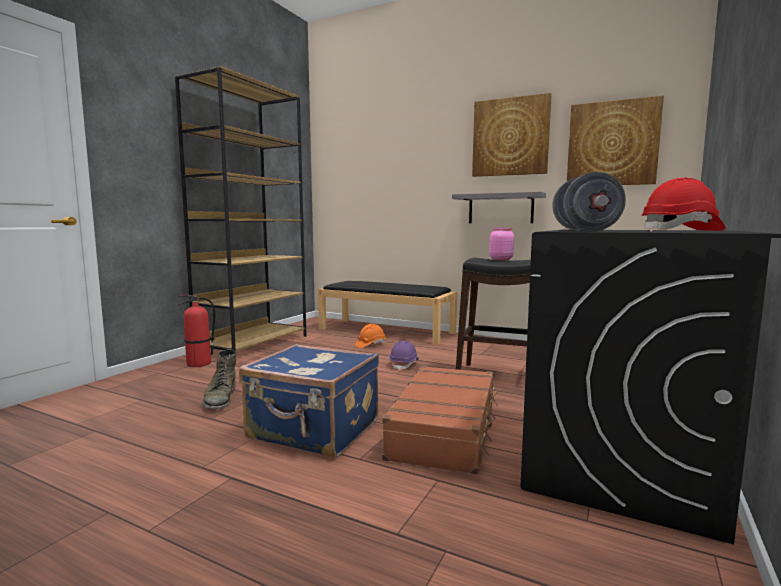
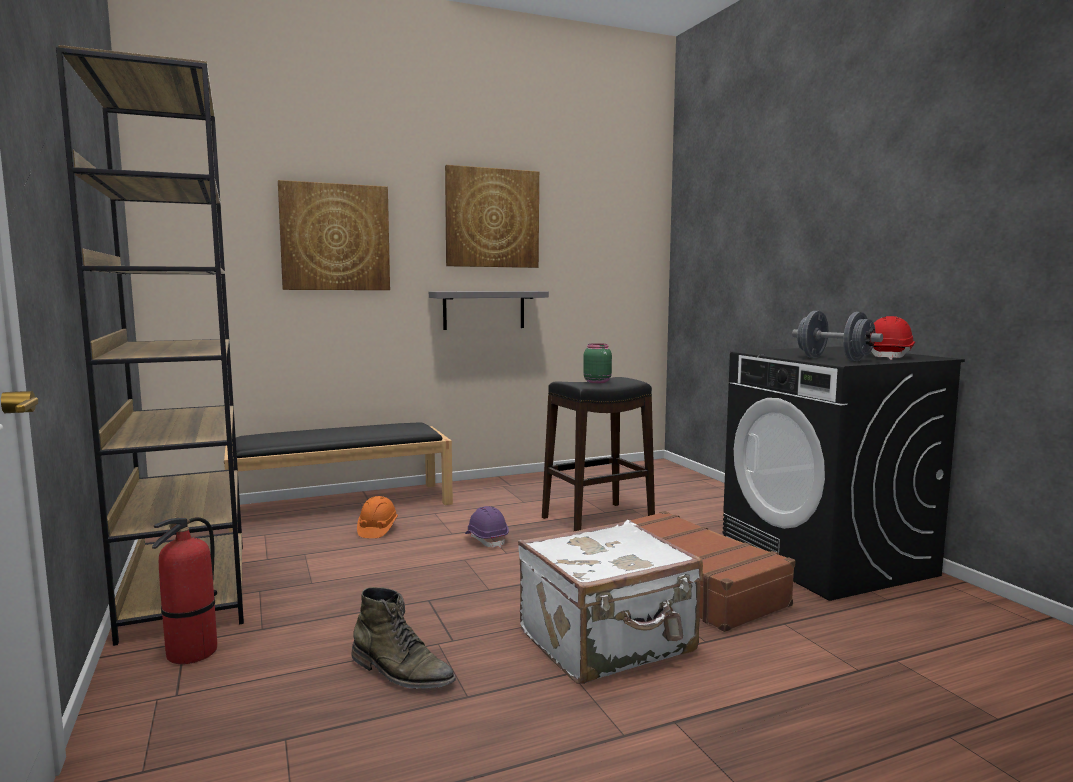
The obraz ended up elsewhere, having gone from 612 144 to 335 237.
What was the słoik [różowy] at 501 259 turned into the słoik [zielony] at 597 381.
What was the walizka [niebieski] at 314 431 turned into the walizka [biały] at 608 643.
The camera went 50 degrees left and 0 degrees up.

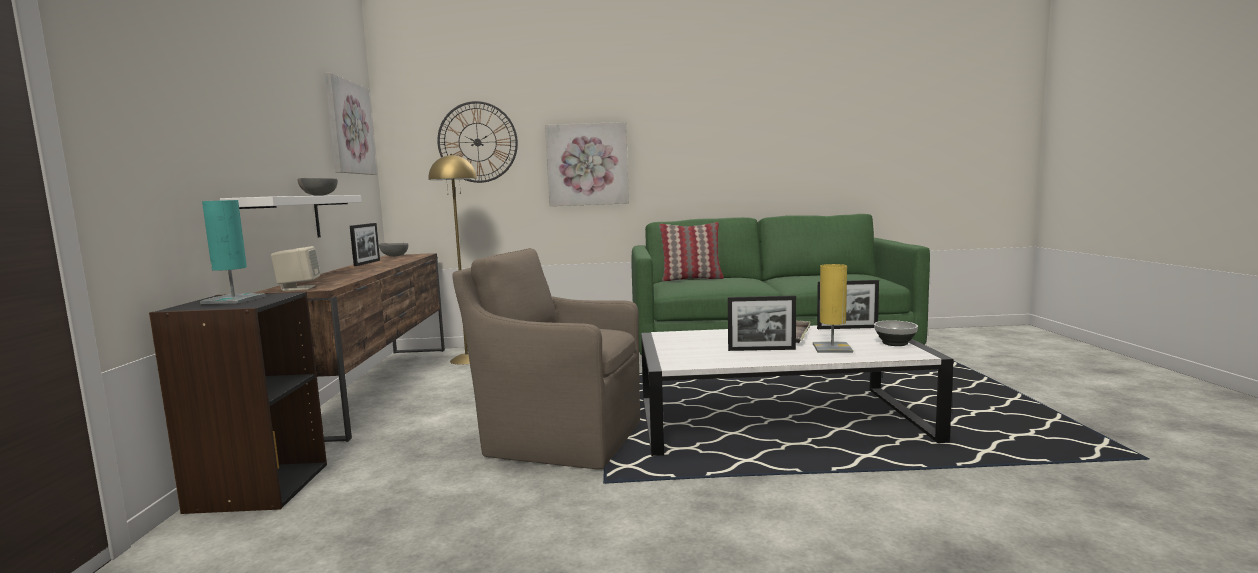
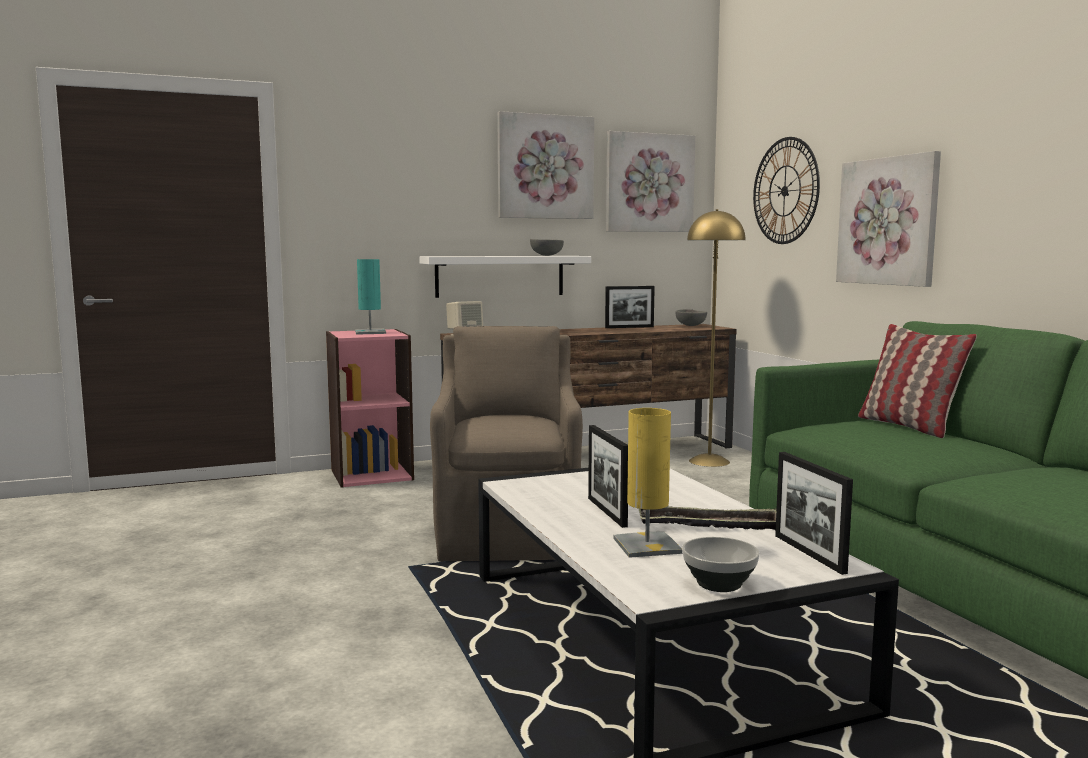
What was the regał [czarny] at 258 487 turned into the regał [różowy] at 371 474.
The second view gained the obraz at 545 167.
The camera went 70 degrees right and 0 degrees up.

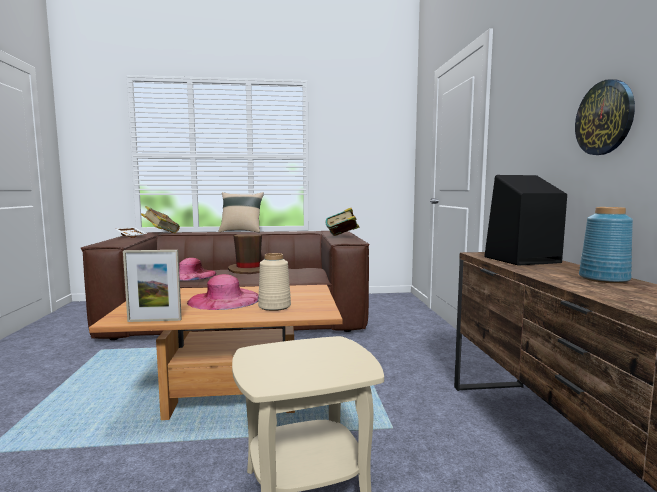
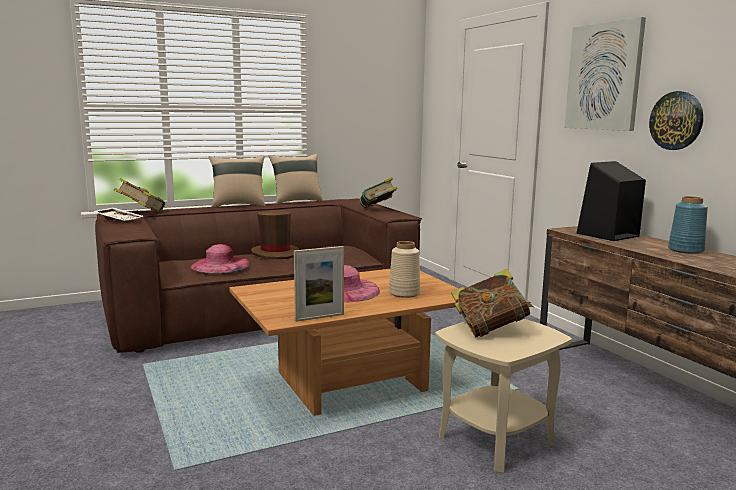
The second view gained the obraz at 604 77.
The second view gained the poduszka [beżowy] at 296 201.
The second view gained the książka at 490 329.
The camera went 20 degrees left and 5 degrees up.

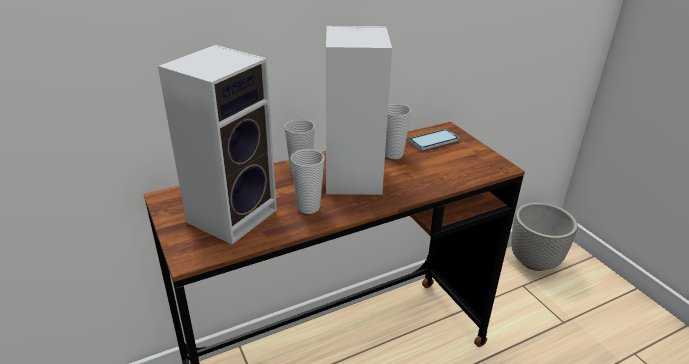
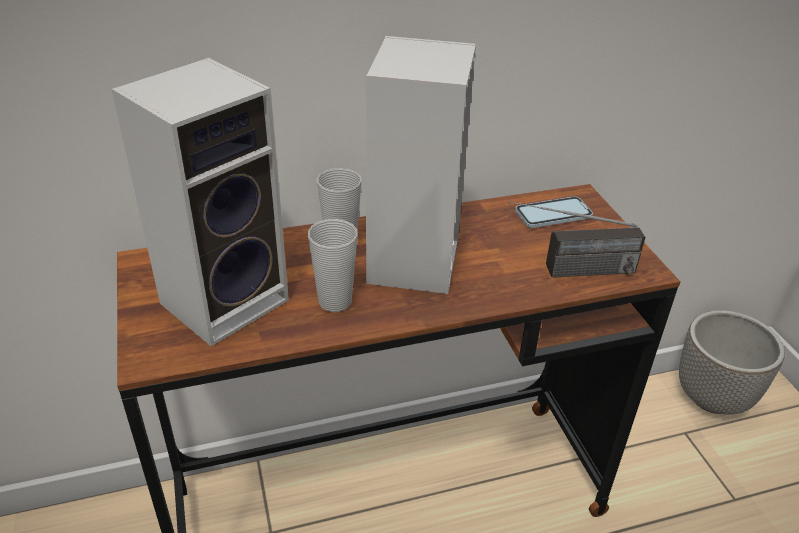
The second view lost the filiżanka at 393 154.
The second view gained the radio at 568 271.
The camera went 10 degrees right and 5 degrees up.

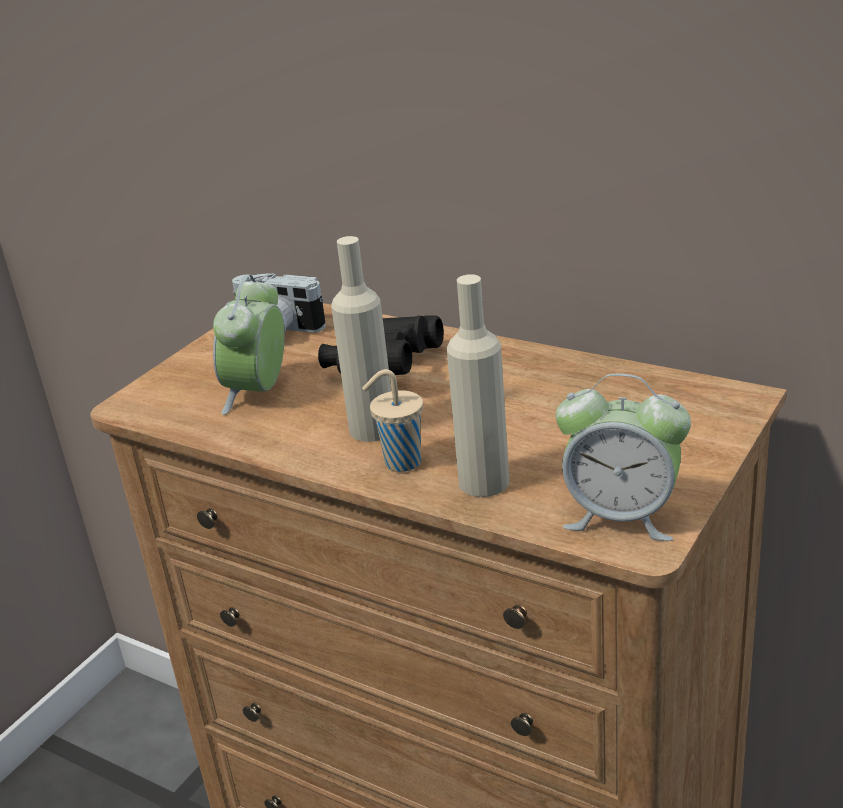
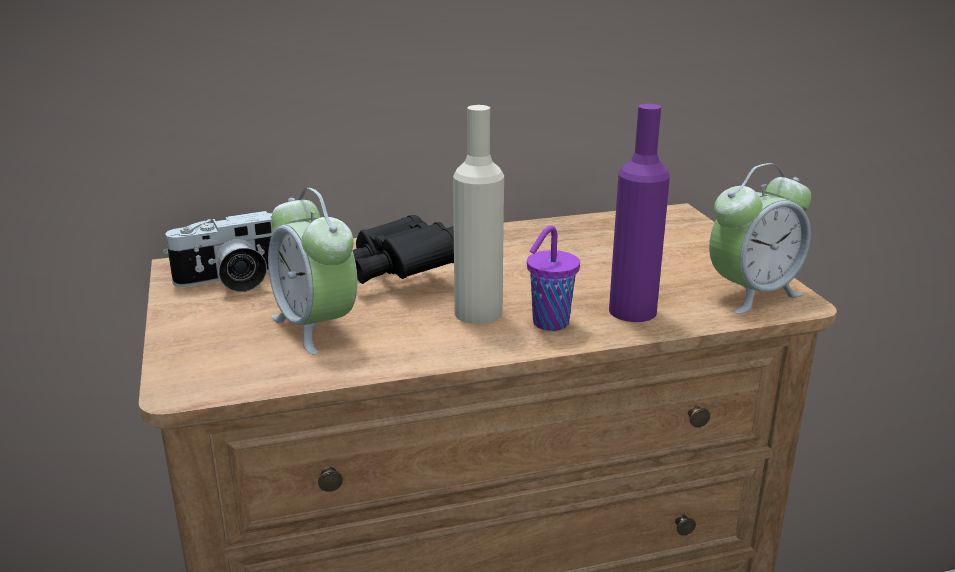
What was the butelka [beżowy] at 484 482 turned into the butelka [fioletowy] at 632 311.
What was the filiżanka [beżowy] at 400 462 turned into the filiżanka [fioletowy] at 548 324.
The camera went 50 degrees left and 5 degrees down.

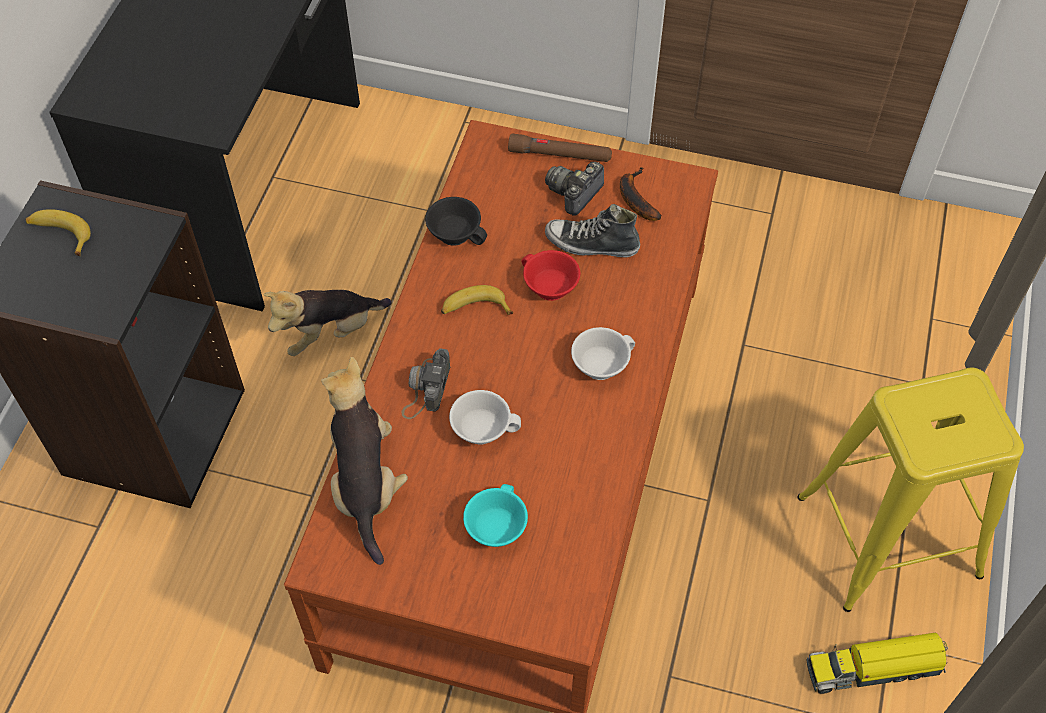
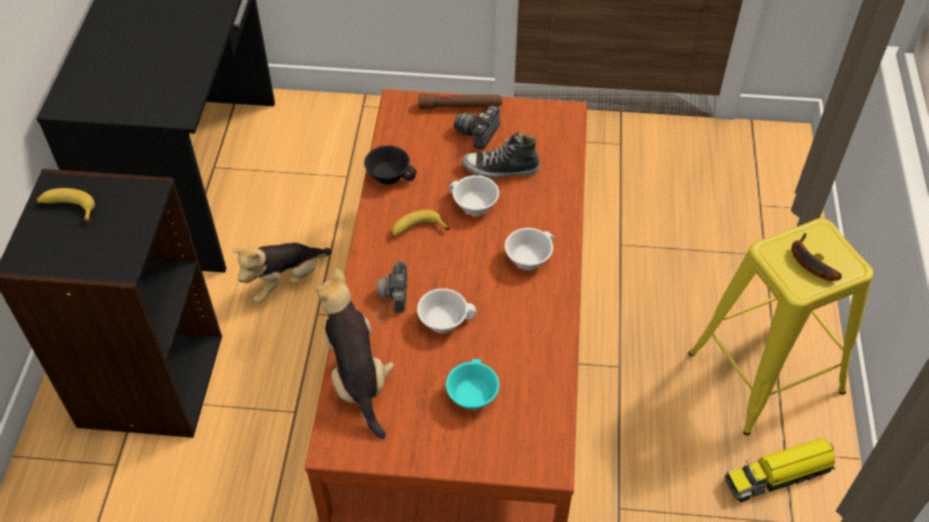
The banan ended up elsewhere, having gone from 635 198 to 808 262.
What was the filiżanka [czerwony] at 548 287 turned into the filiżanka [biały] at 473 206.
The camera went 10 degrees left and 5 degrees down.

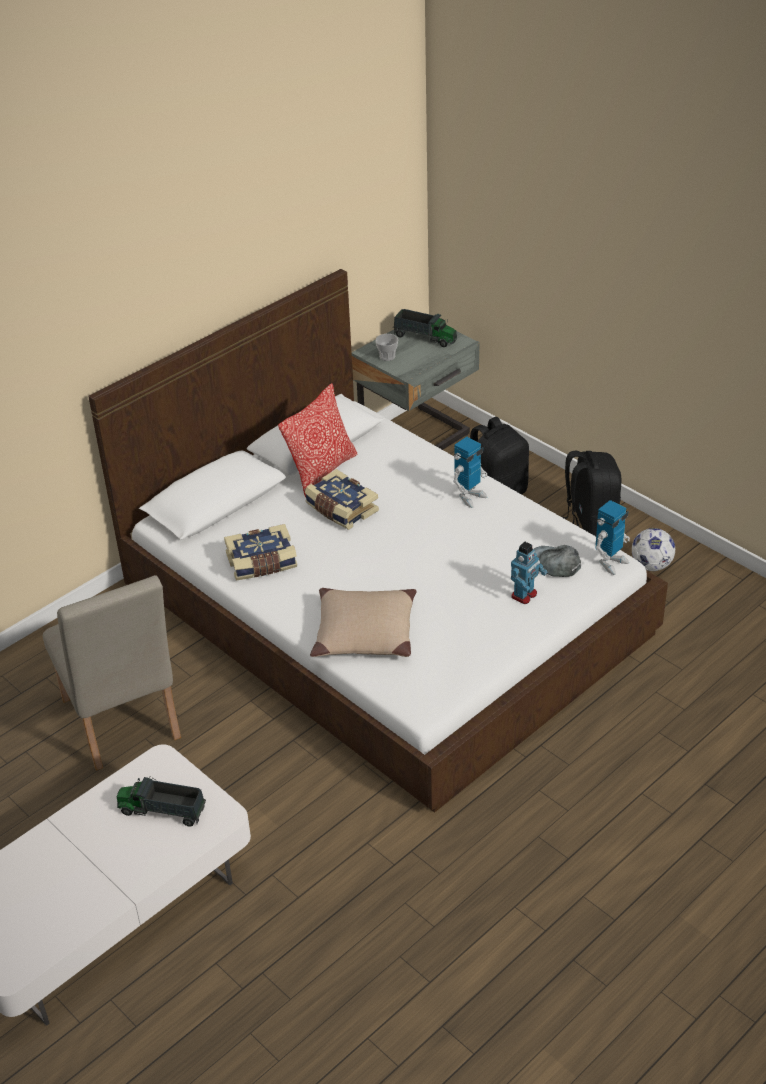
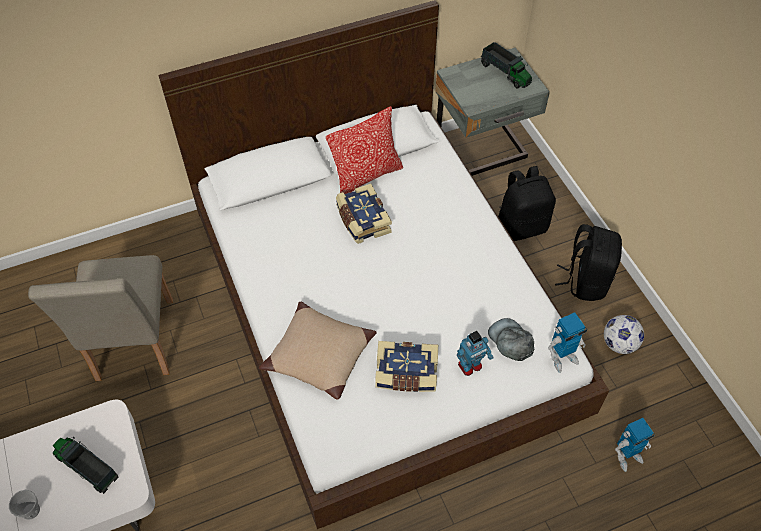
The filiżanka ended up elsewhere, having gone from 387 356 to 30 510.
The robot zabawkowy ended up elsewhere, having gone from 469 497 to 627 456.
The książka ended up elsewhere, having gone from 262 563 to 406 374.
The camera went 20 degrees right and 15 degrees up.

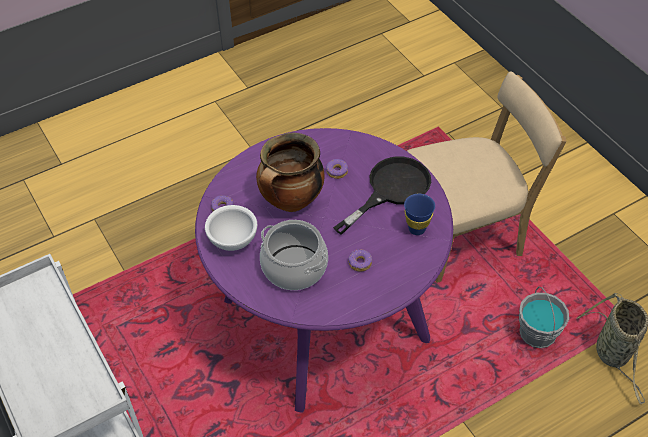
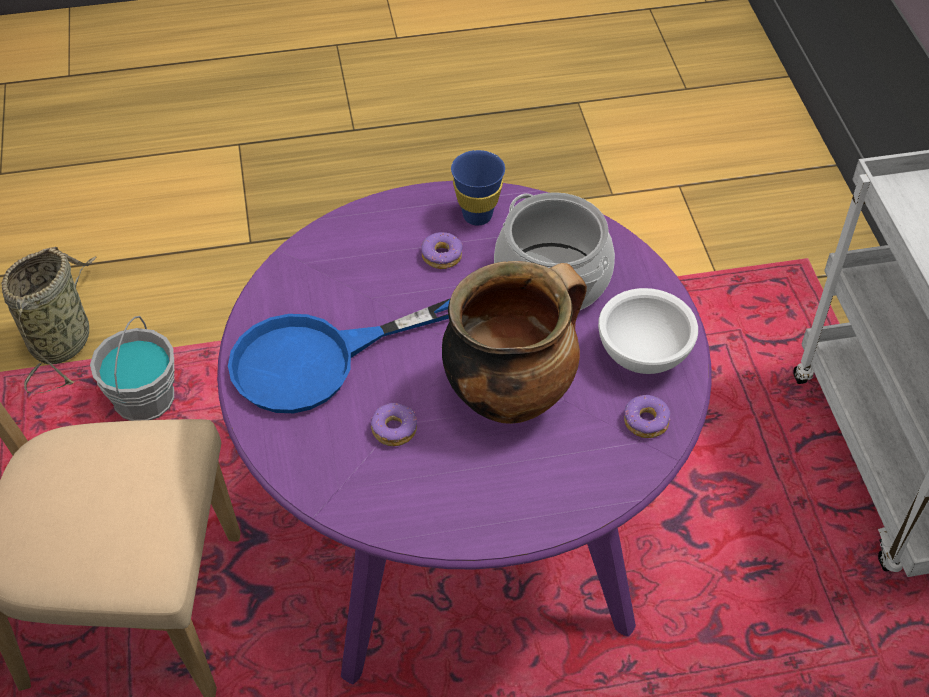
What was the patelnia [czarny] at 391 190 turned into the patelnia [niebieski] at 315 361.
The filiżanka [niebieski] ended up elsewhere, having gone from 417 229 to 477 216.
The camera went 160 degrees left and 0 degrees up.

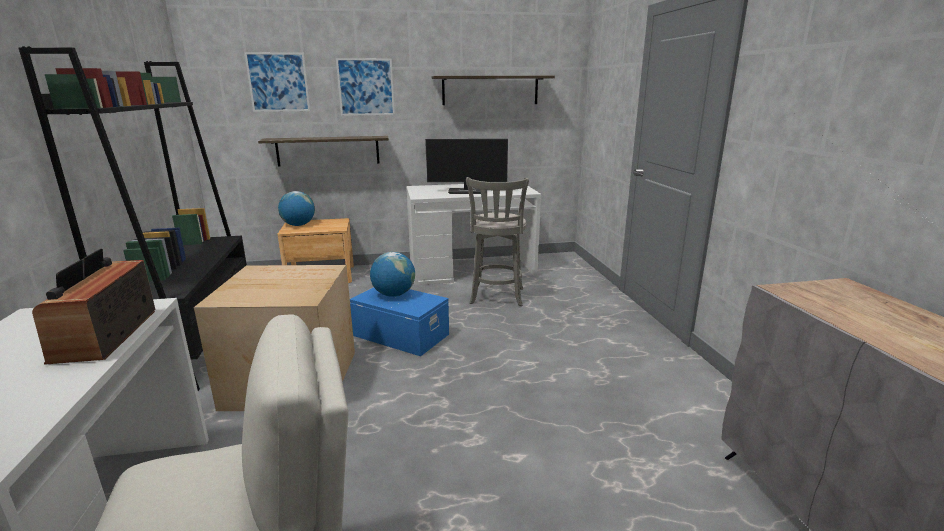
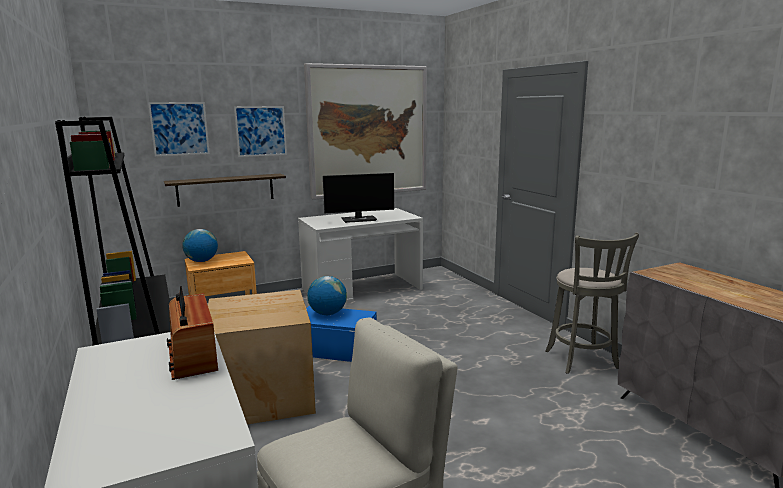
Where the półka hung at 490 90, the obraz came to hang at 368 131.
The stołek [szary] ended up elsewhere, having gone from 496 297 to 583 361.
The camera went 15 degrees left and 5 degrees down.

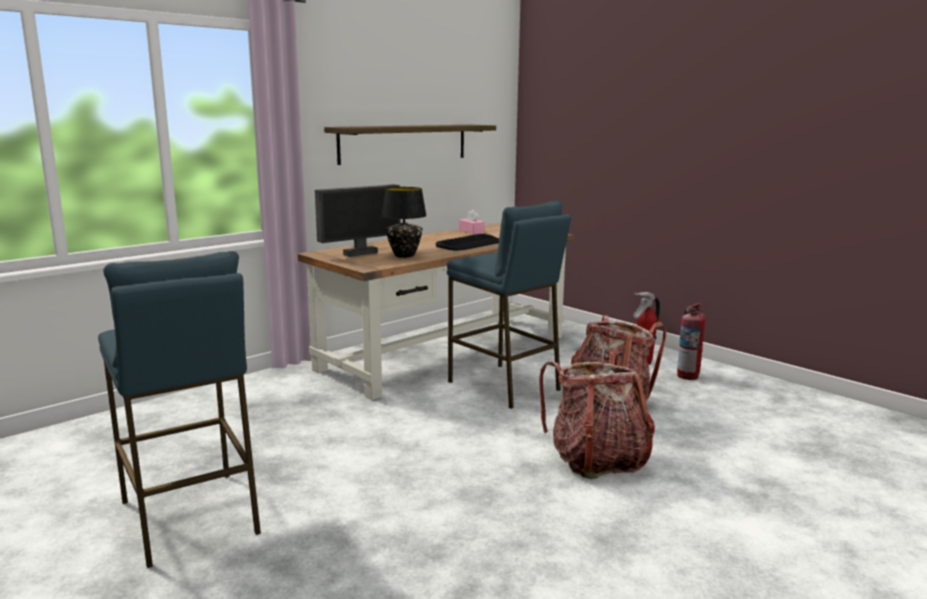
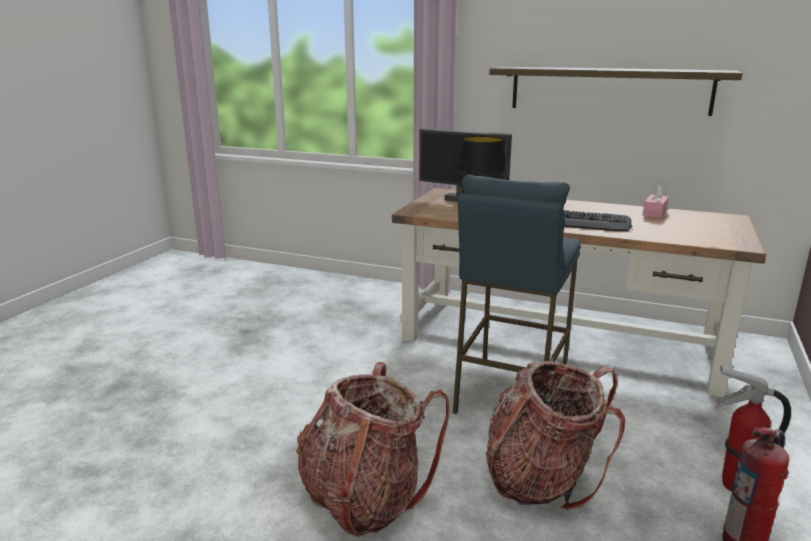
The second view lost the stołek [niebieski] at 189 517.
The camera went 65 degrees right and 5 degrees up.

